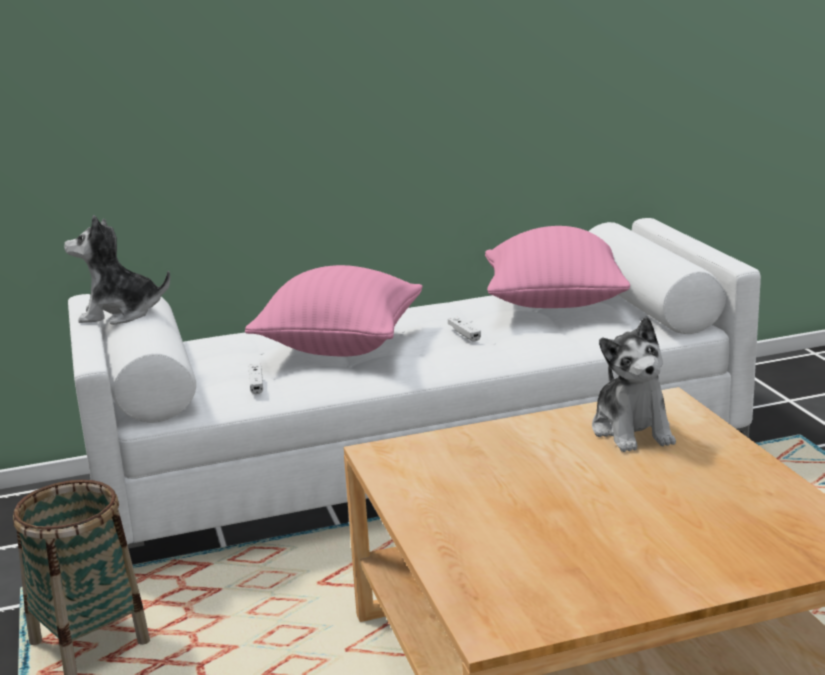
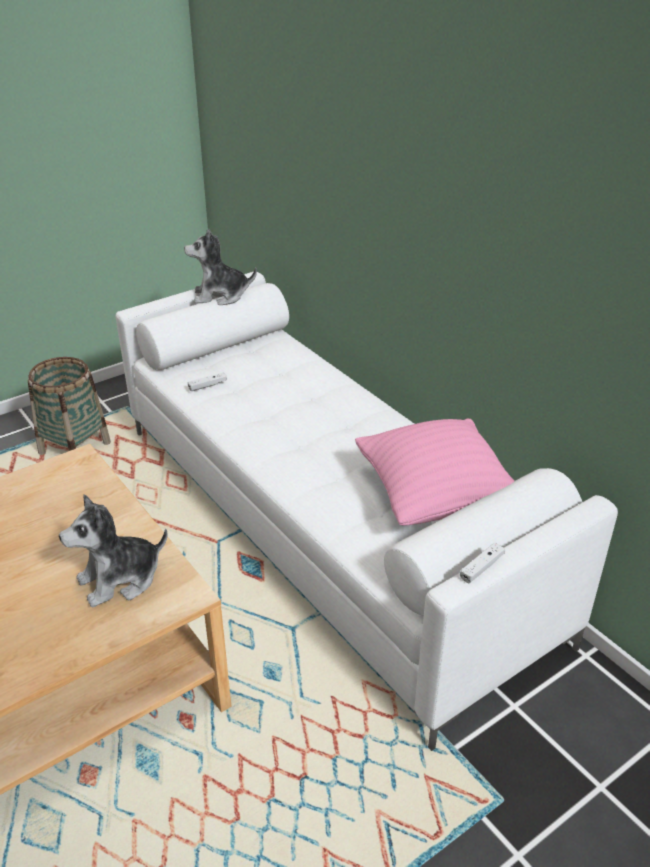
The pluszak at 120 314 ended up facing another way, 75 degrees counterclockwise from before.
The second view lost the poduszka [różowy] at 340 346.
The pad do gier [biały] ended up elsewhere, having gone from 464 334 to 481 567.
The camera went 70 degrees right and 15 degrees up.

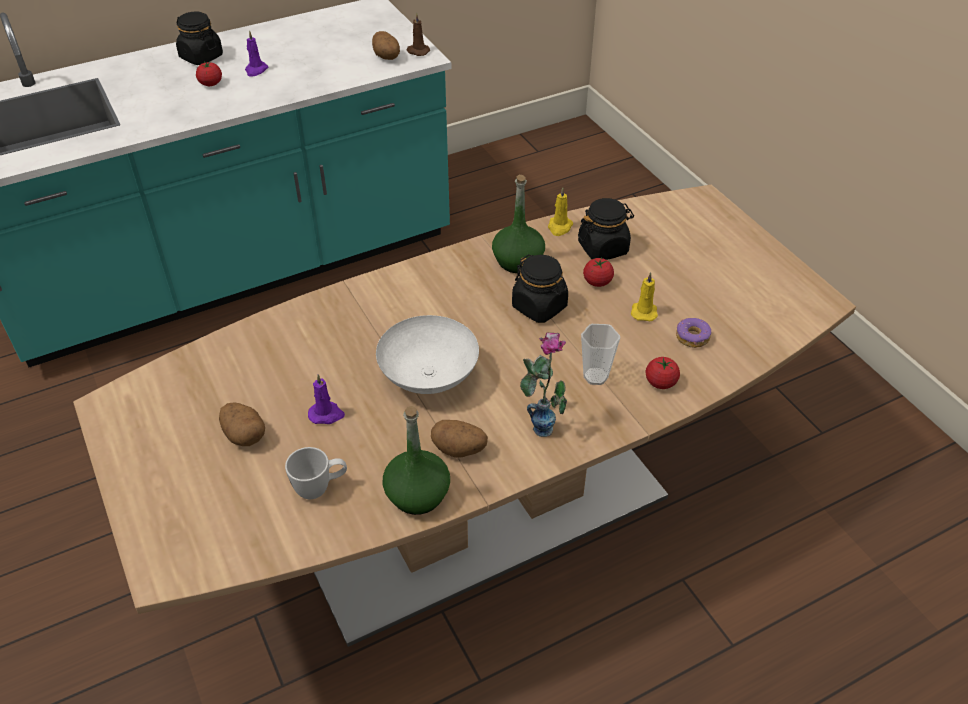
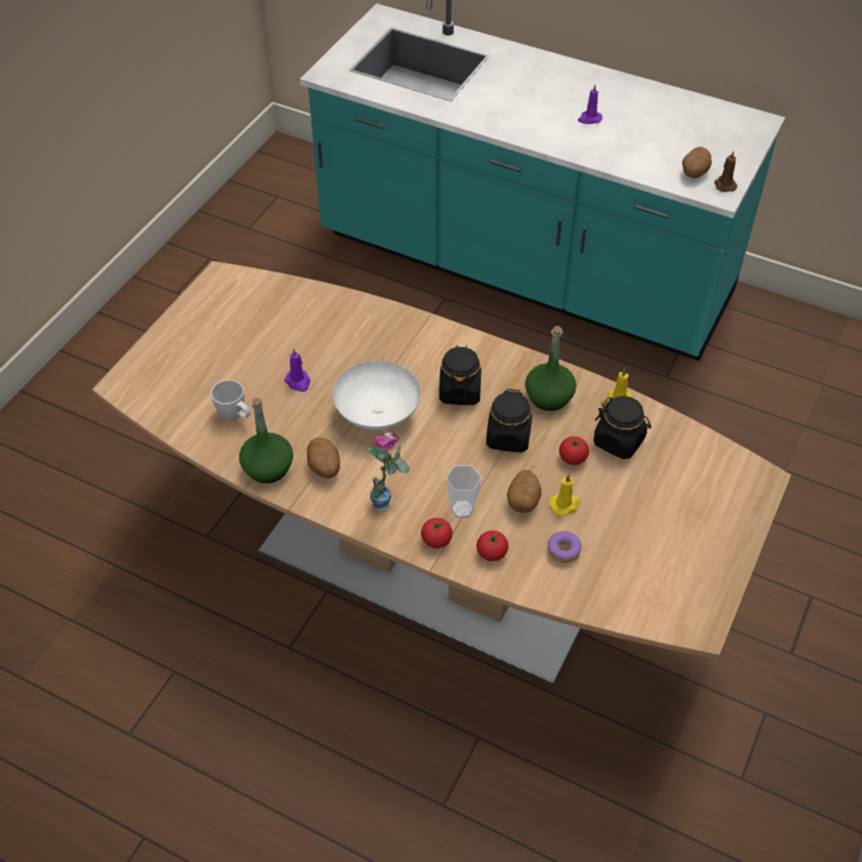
The słoik [czarny] ended up elsewhere, having gone from 201 57 to 459 391.
The pomidor ended up elsewhere, having gone from 211 83 to 436 540.
The ziemniak ended up elsewhere, having gone from 244 435 to 523 500.
The camera went 55 degrees right and 5 degrees up.

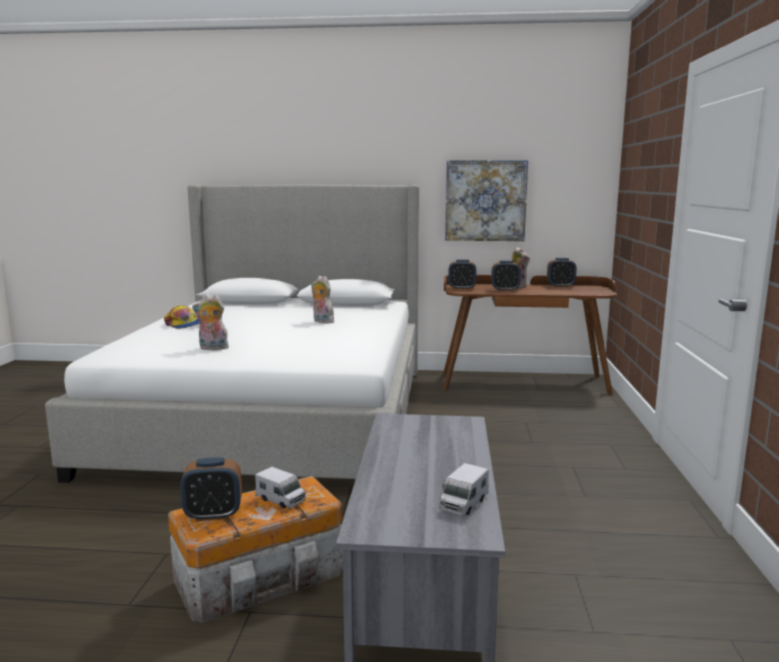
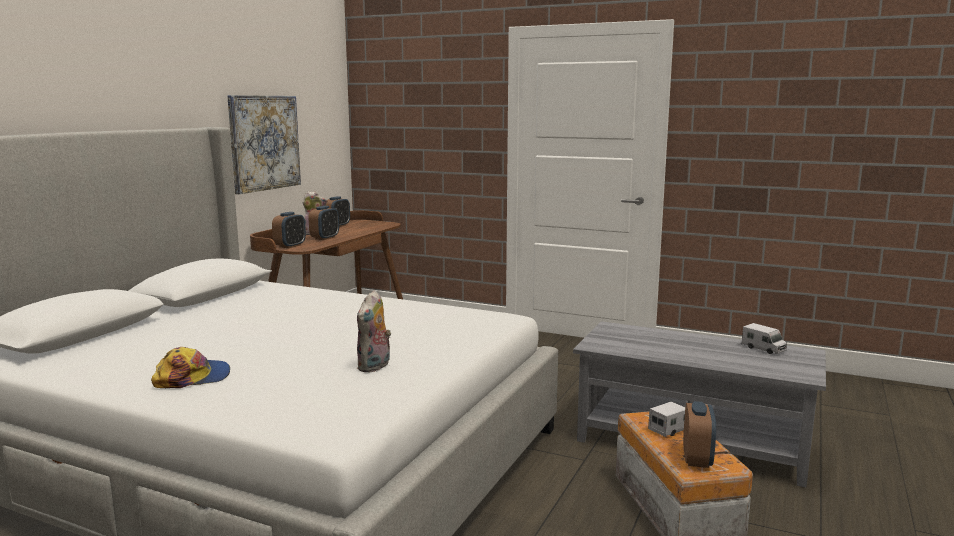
The second view lost the pluszak at 321 321.
The camera went 70 degrees left and 0 degrees up.

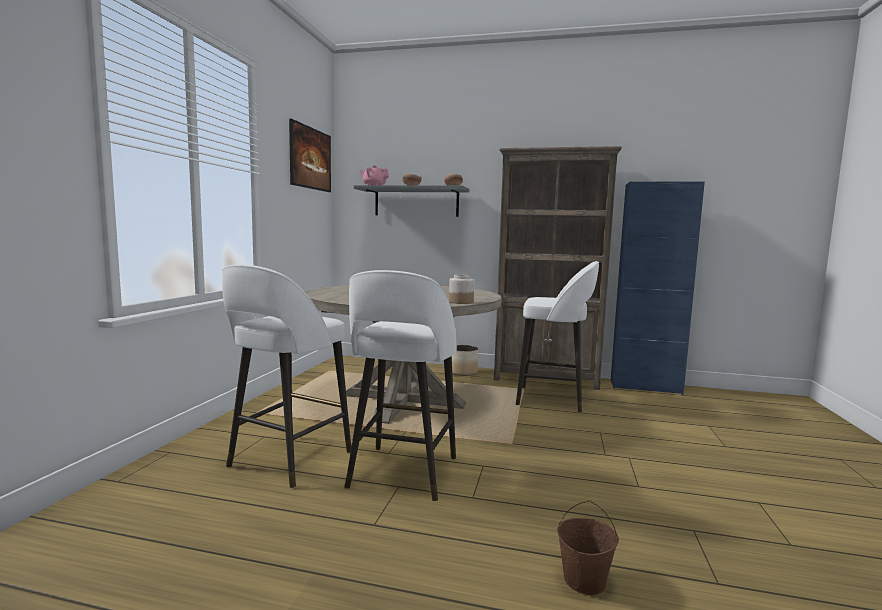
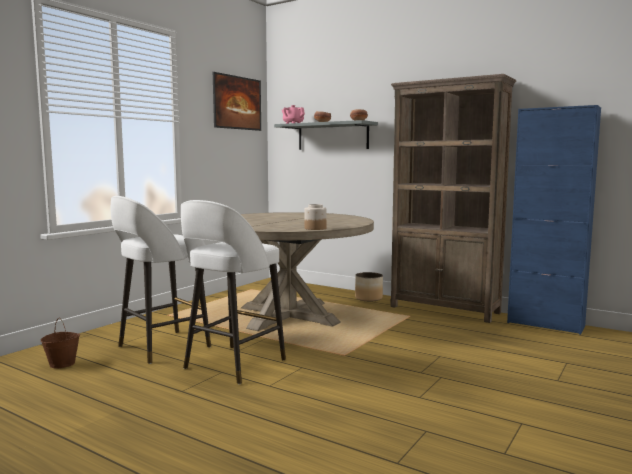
The second view lost the stołek [biały] at 552 399.
The wiadro [brązowy] ended up elsewhere, having gone from 584 580 to 63 364.
The camera went 20 degrees right and 0 degrees up.

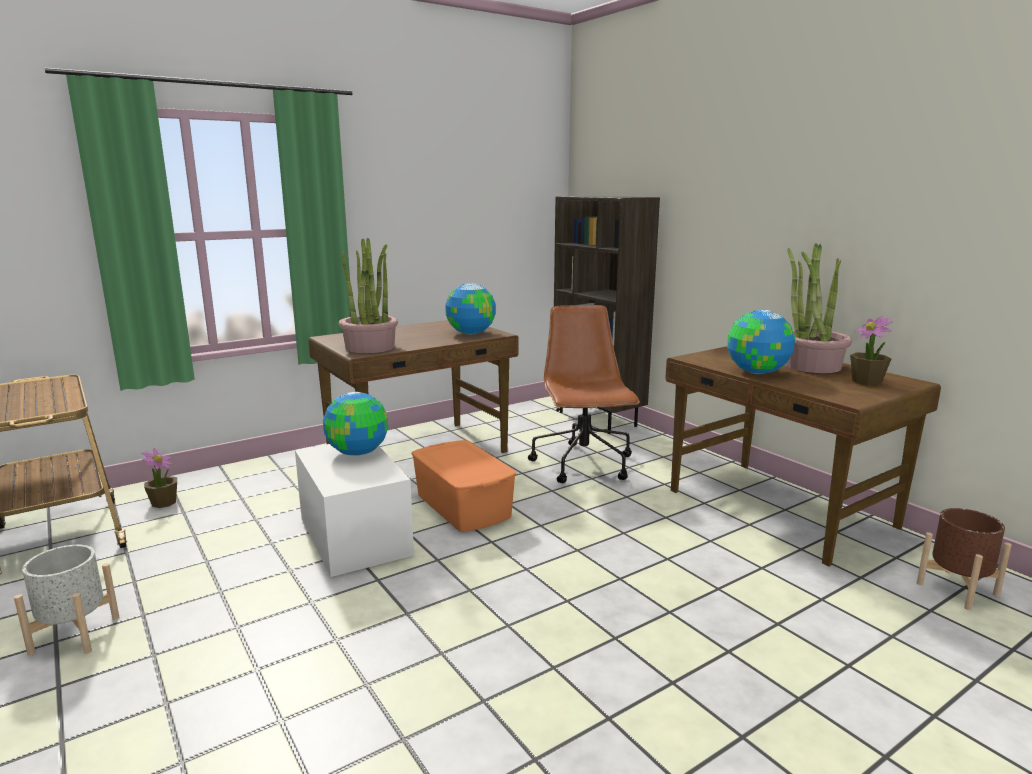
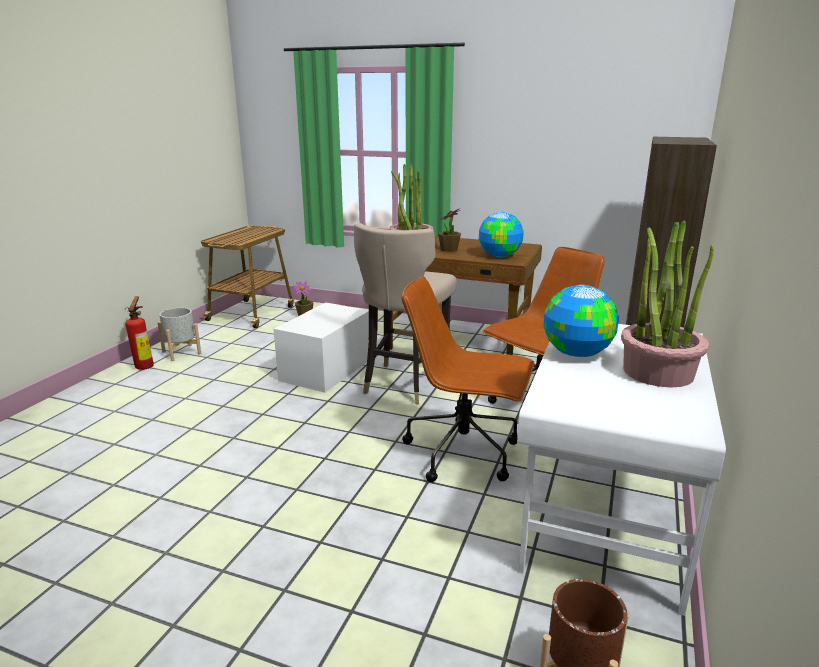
The roślina doniczkowa ended up elsewhere, having gone from 867 382 to 449 250.
What was the biurko [brązowy] at 779 509 turned into the biurko [biały] at 603 518.
The second view lost the globus at 358 452.
Where the pojemnik do przechowywania [pomarańczowy] stood at 462 506, the stołek [beżowy] came to stand at 404 383.
The second view gained the krzesło biurowe [brązowy] at 464 452.
The second view gained the gaśnica at 146 366.
The camera went 55 degrees right and 5 degrees up.

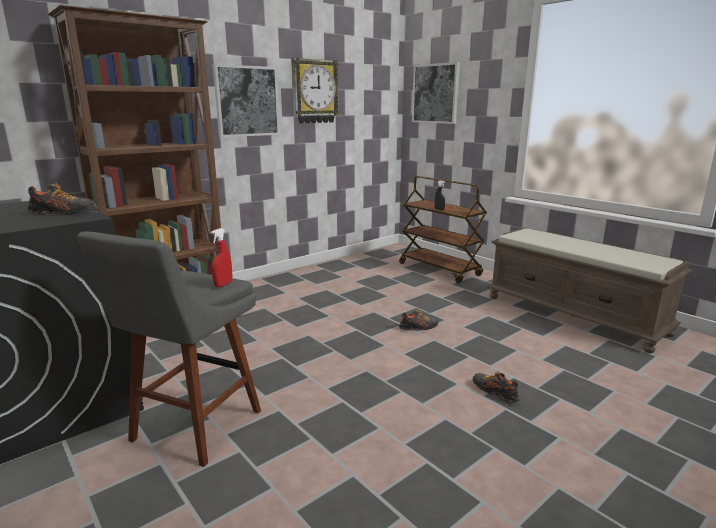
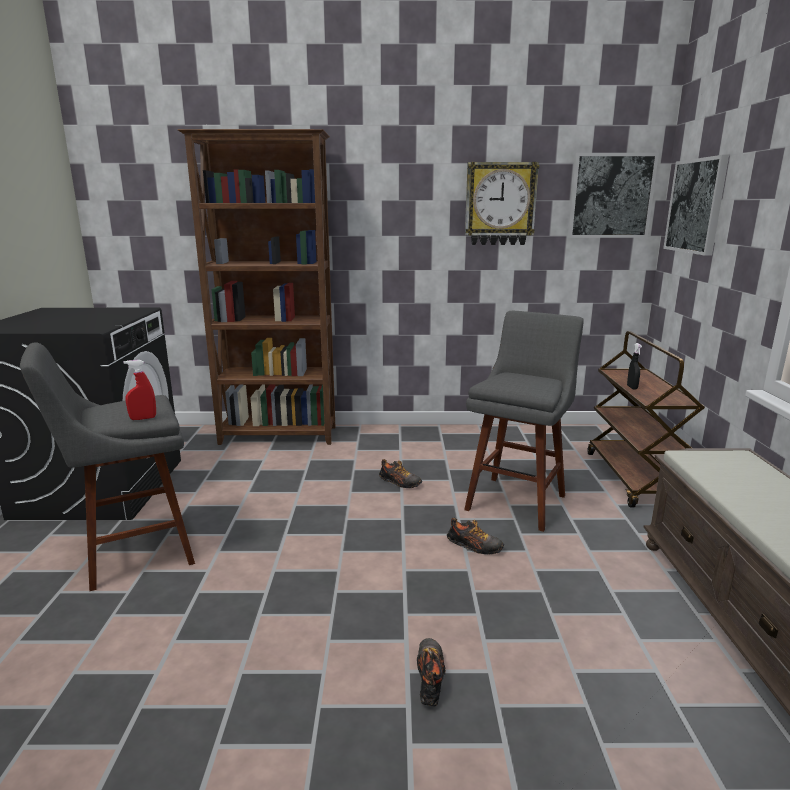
The obraz ended up elsewhere, having gone from 247 101 to 610 196.
The but ended up elsewhere, having gone from 63 213 to 400 483.
The second view gained the stołek [szary] at 518 500.
The camera went 40 degrees right and 0 degrees up.

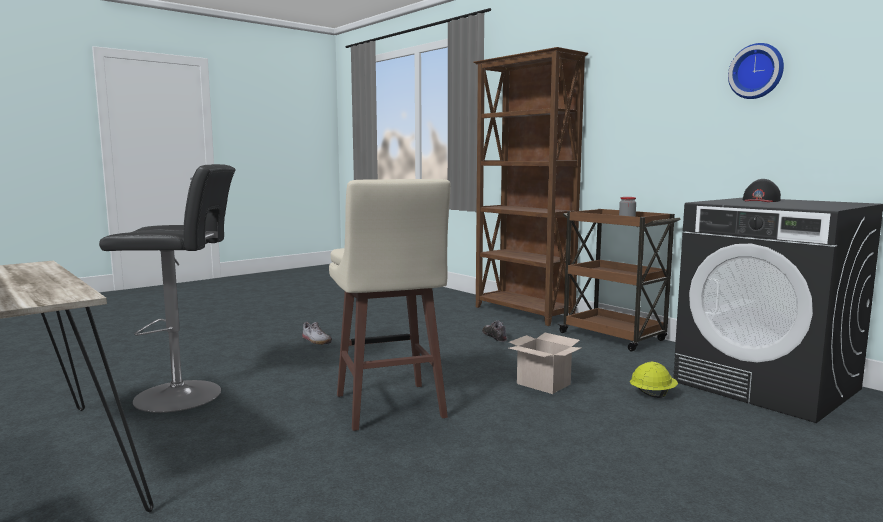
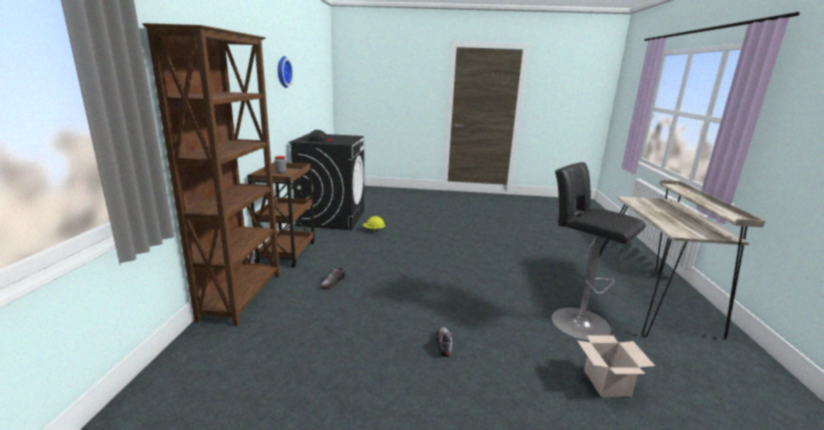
The second view lost the stołek [beżowy] at 389 408.
The karton ended up elsewhere, having gone from 542 384 to 608 384.
The camera went 135 degrees left and 10 degrees up.

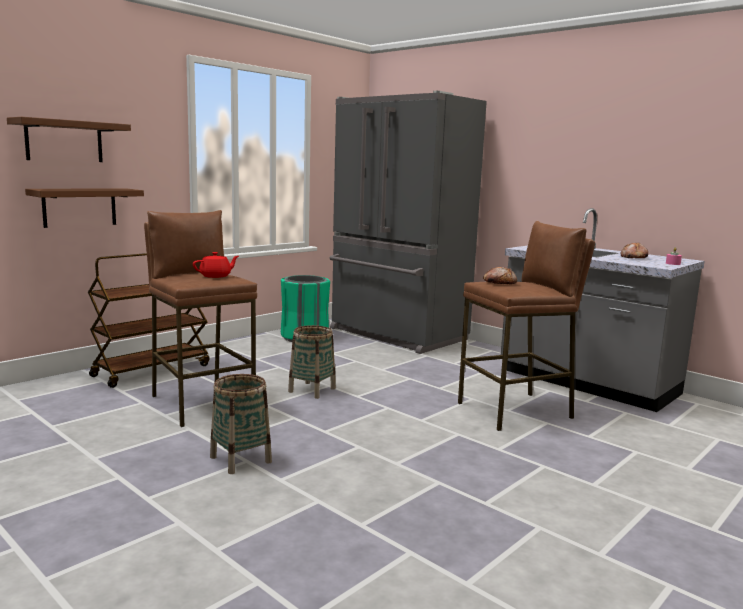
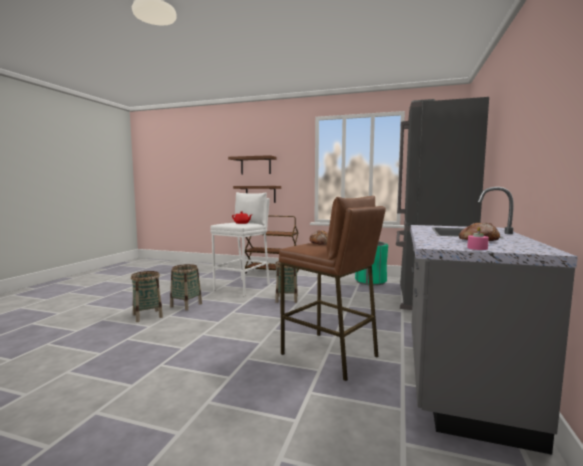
What was the stołek [brązowy] at 202 403 turned into the stołek [biały] at 243 287.
The second view gained the koszyk at 147 316.
The camera went 65 degrees right and 5 degrees down.

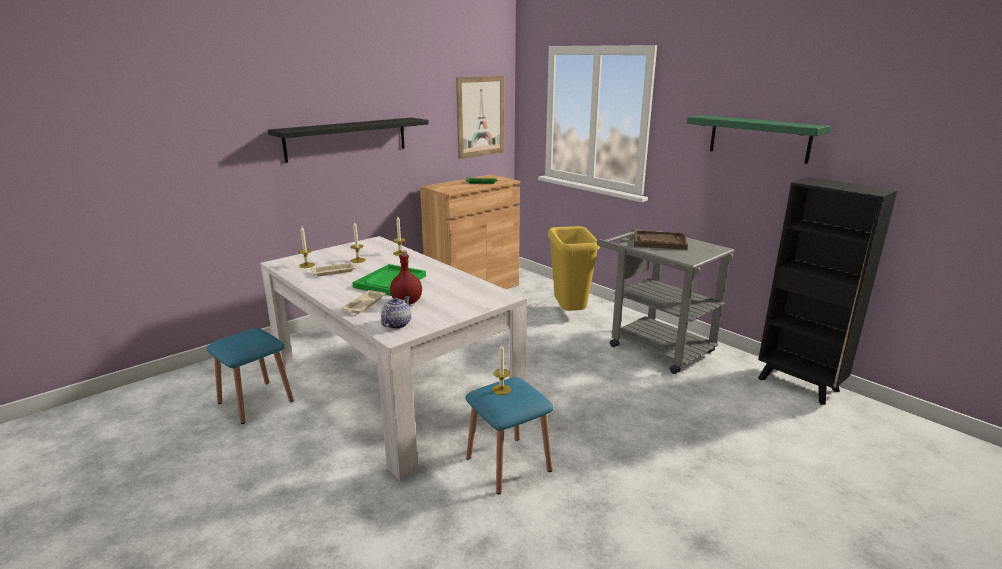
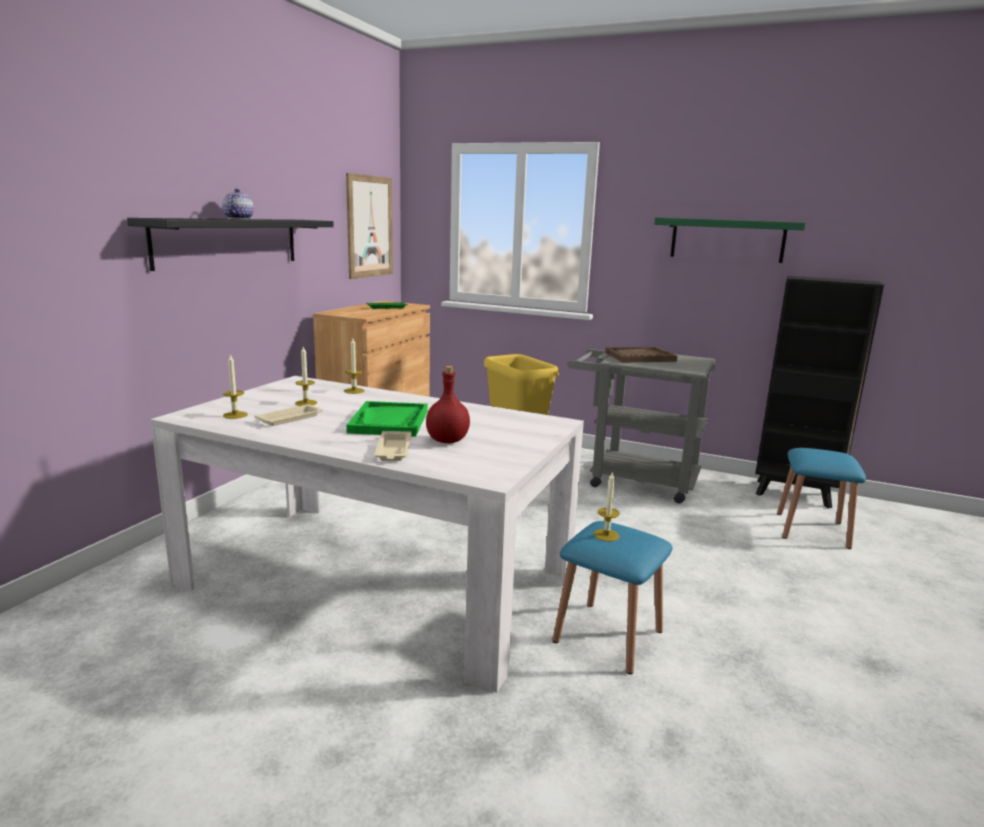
The imbryk ended up elsewhere, having gone from 397 324 to 238 219.
The stołek [niebieski] ended up elsewhere, having gone from 255 402 to 812 530.
The camera went 25 degrees left and 5 degrees down.

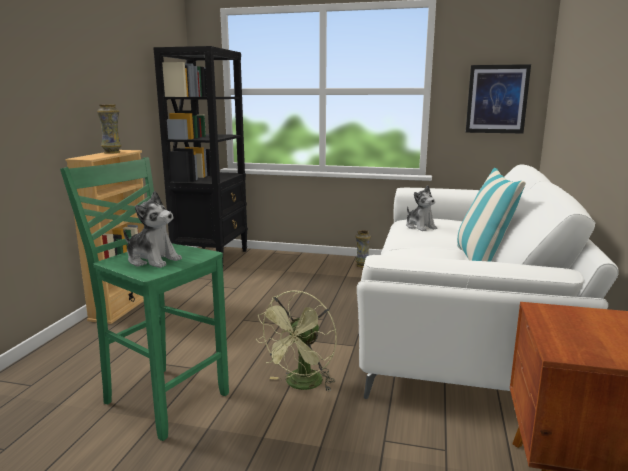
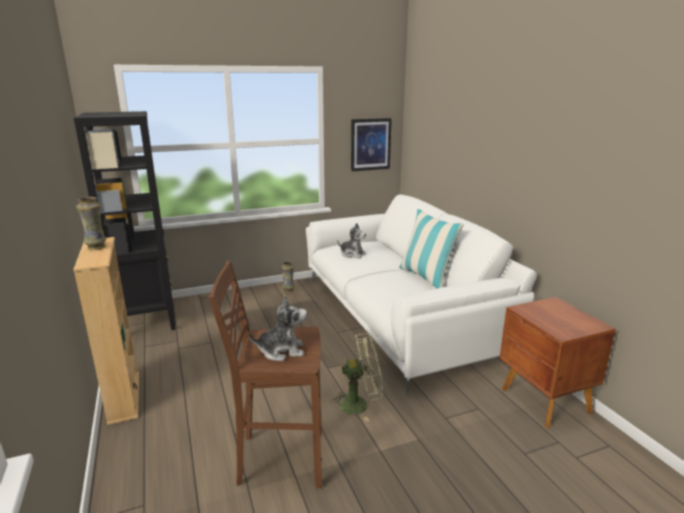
What was the stołek [zielony] at 163 398 turned into the stołek [brązowy] at 279 458.
The wentylator [zielony] at 301 385 ended up facing another way, 90 degrees counterclockwise from before.
The camera went 35 degrees left and 5 degrees up.

